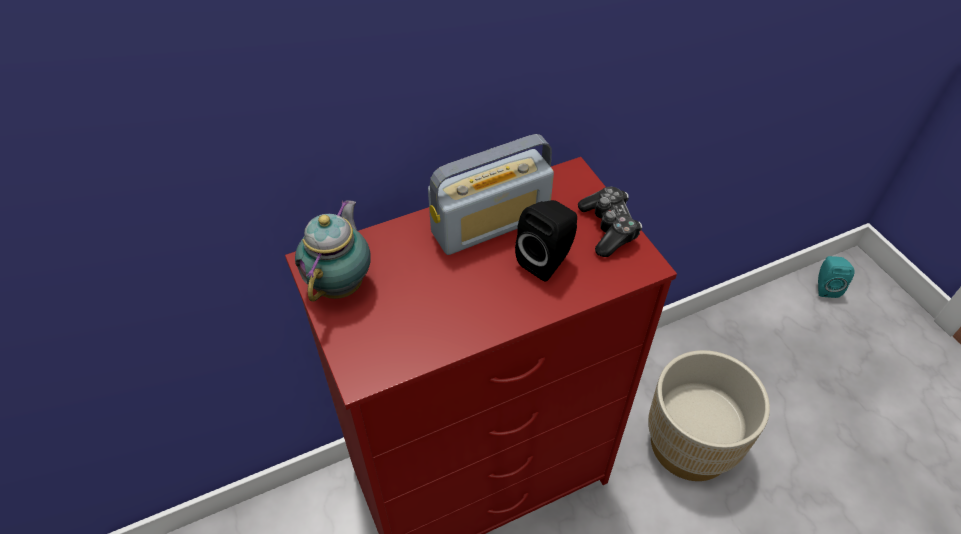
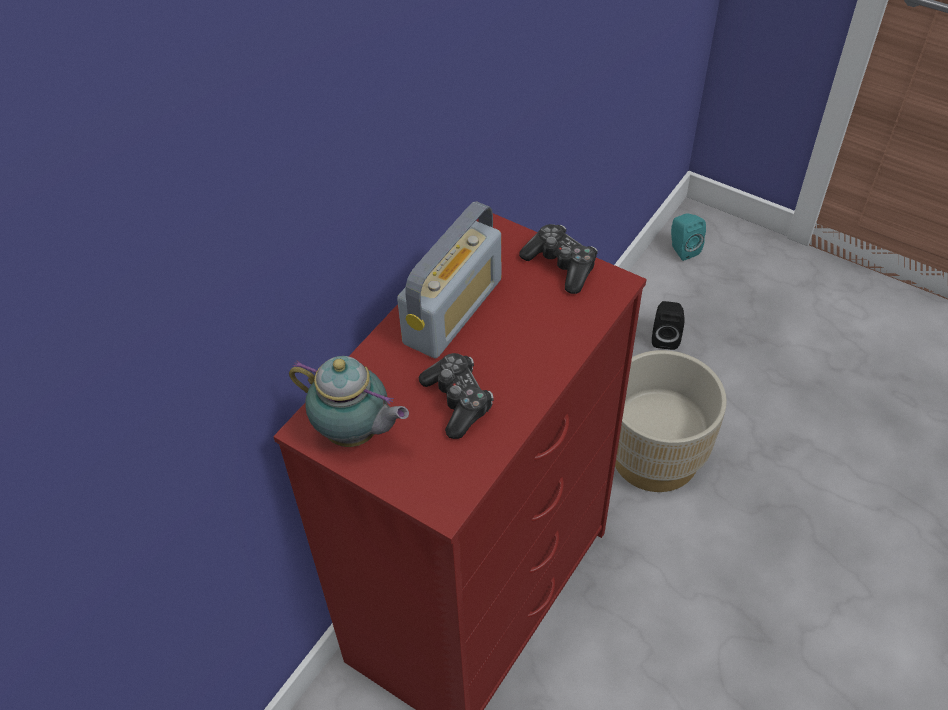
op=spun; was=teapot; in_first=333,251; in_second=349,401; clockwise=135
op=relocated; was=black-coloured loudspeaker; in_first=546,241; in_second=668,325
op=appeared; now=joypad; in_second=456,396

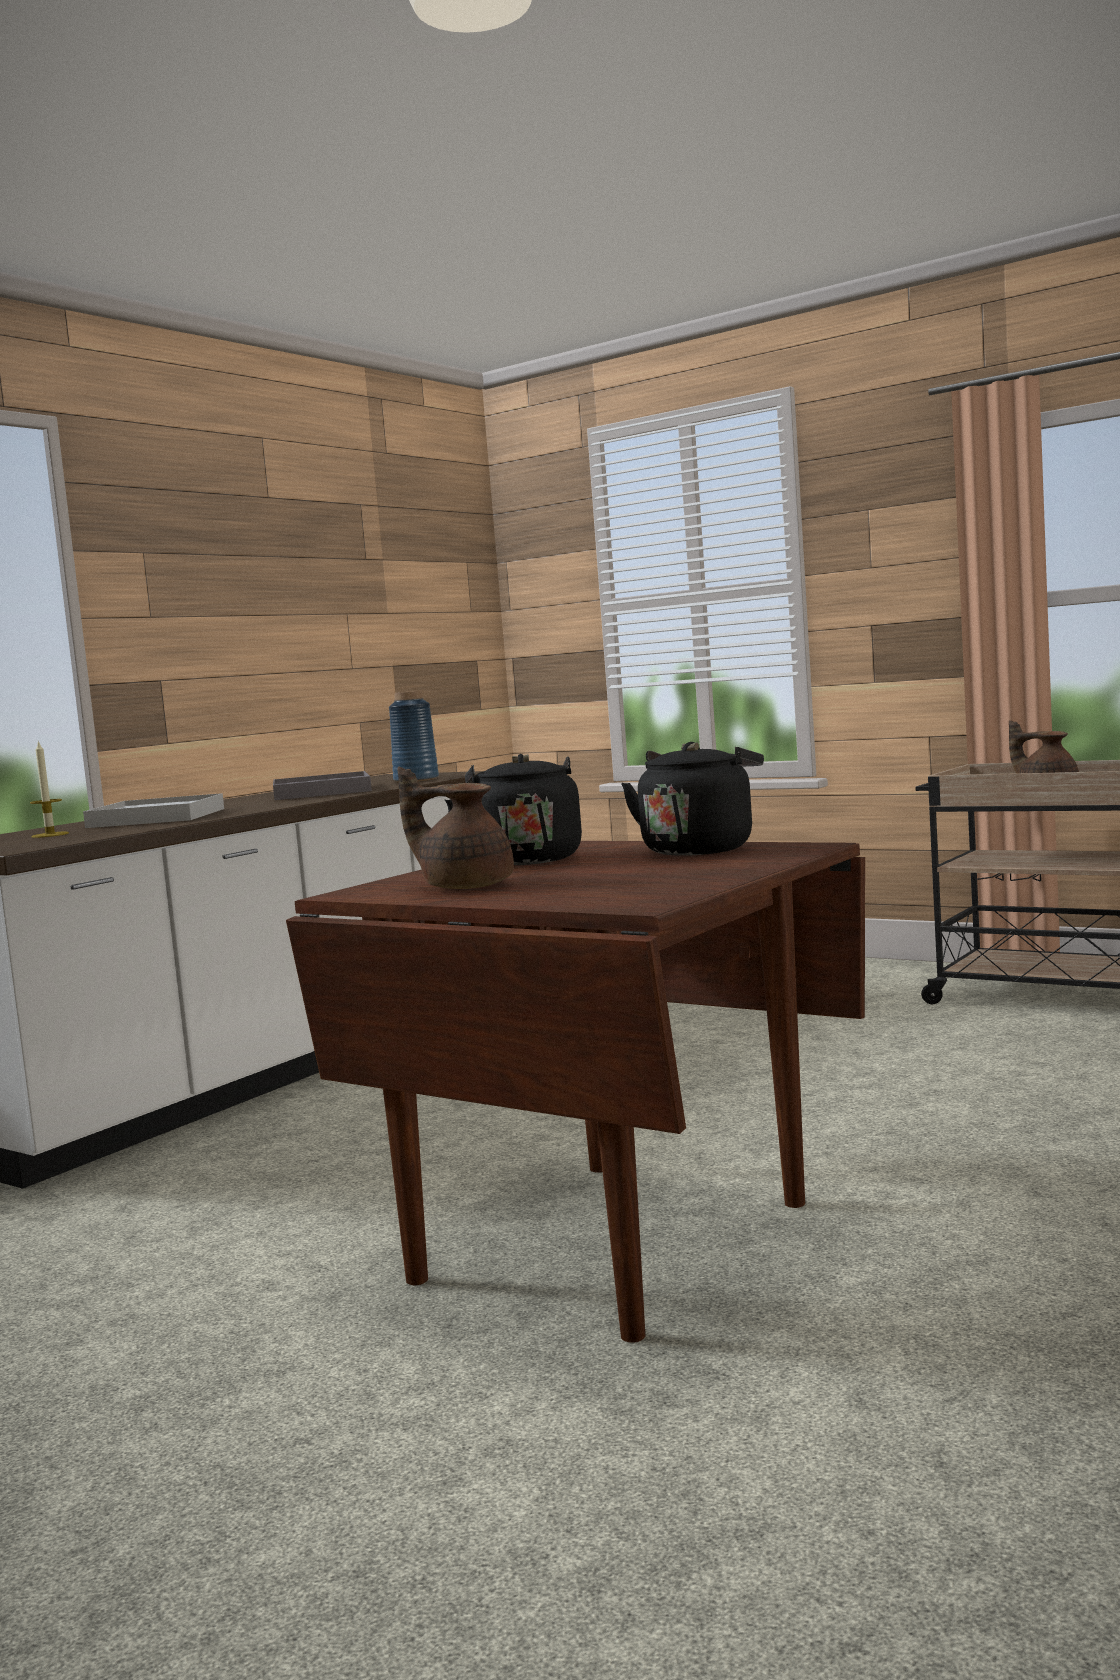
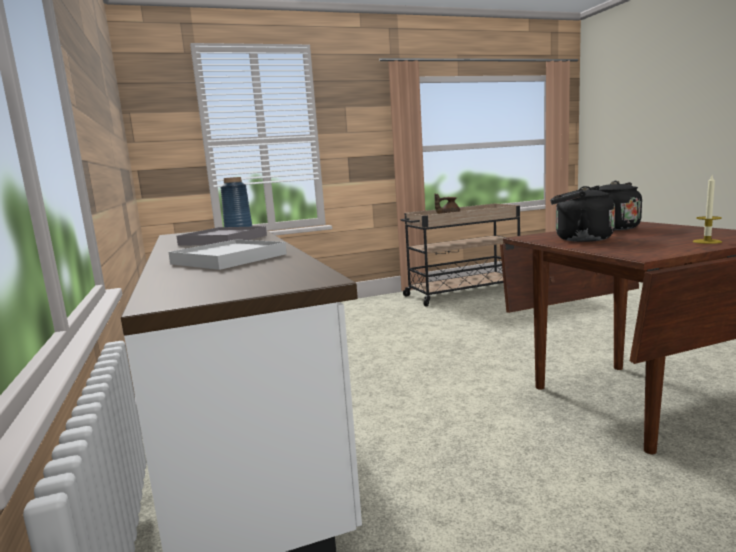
op=relocated; was=wax candle; in_first=49,789; in_second=707,210
op=missing; was=brown-coloured teapot; in_first=455,828

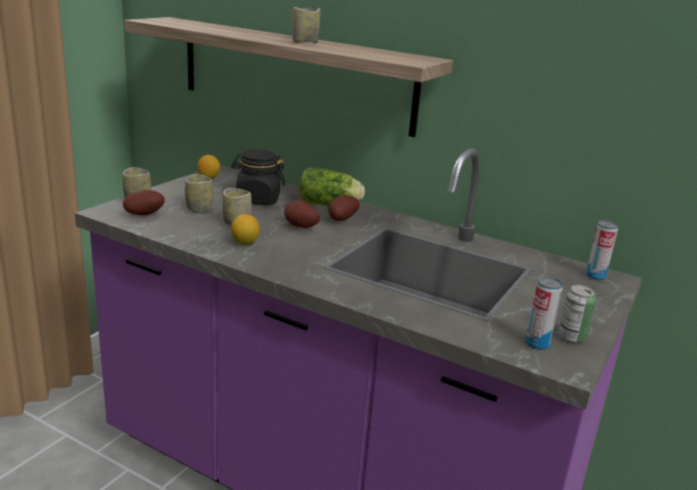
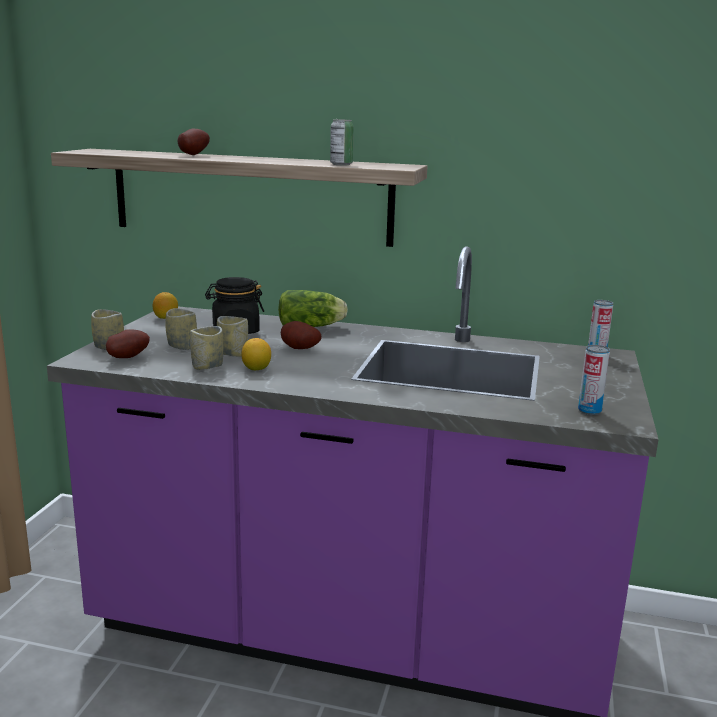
op=relocated; was=small cup; in_first=306,25; in_second=206,348
op=relocated; was=whole potato; in_first=344,208; in_second=194,141
op=relocated; was=metal can; in_first=577,314; in_second=342,142

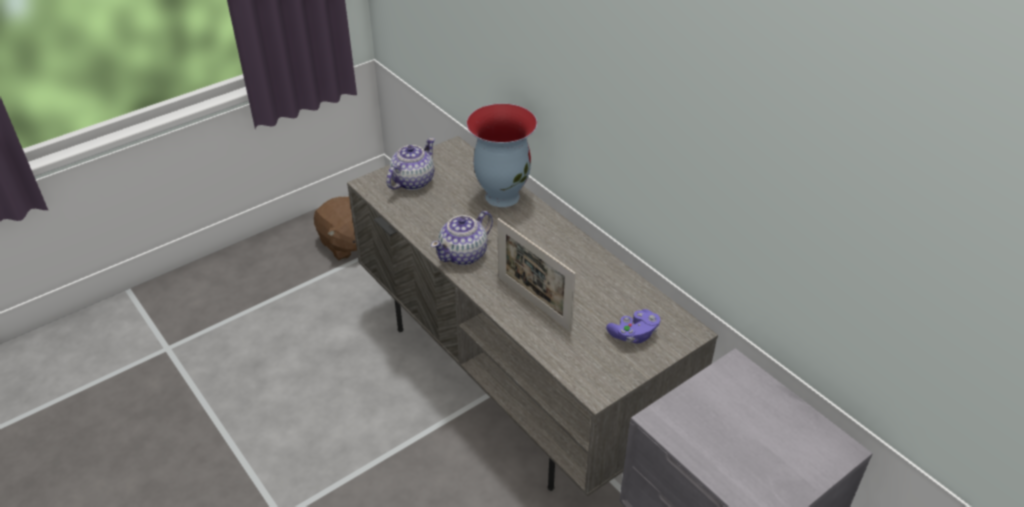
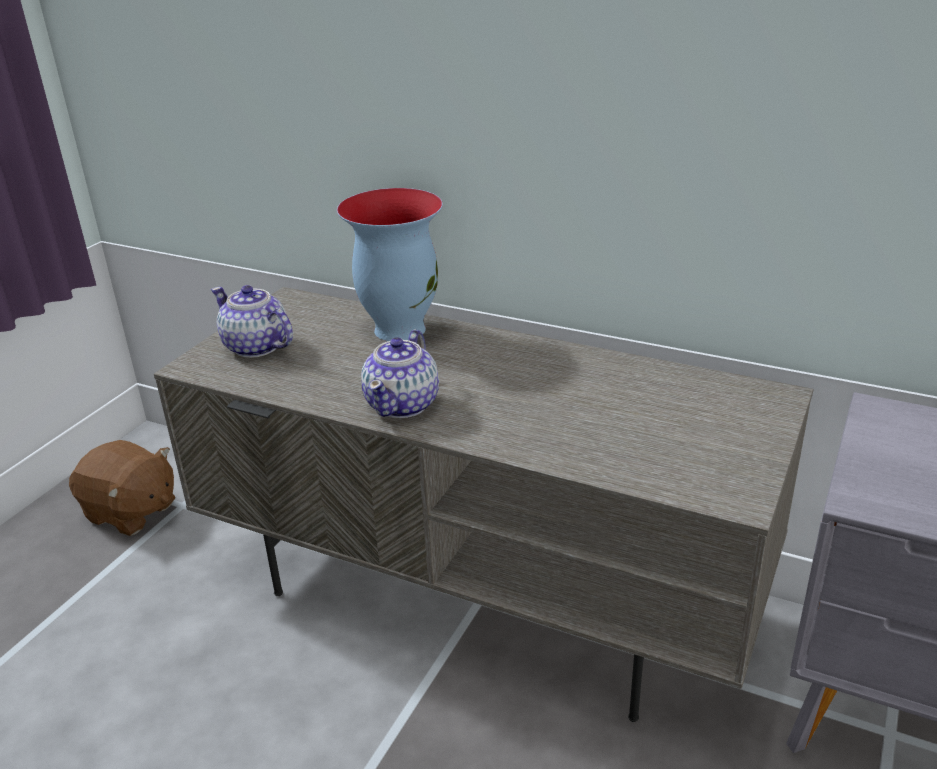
op=spun; was=teapot; in_first=410,164; in_second=252,321; clockwise=-60
op=missing; was=standing frame; in_first=536,275
op=missing; was=purplish joypad; in_first=633,326

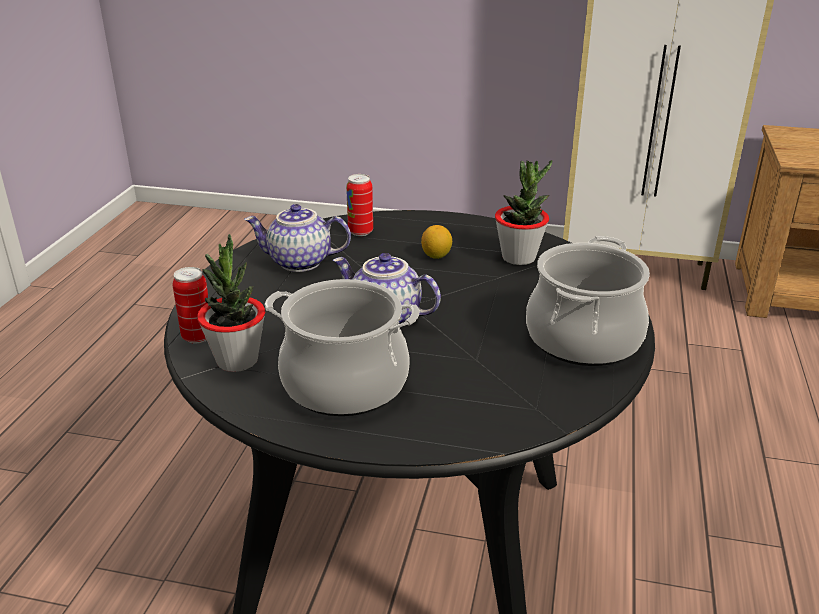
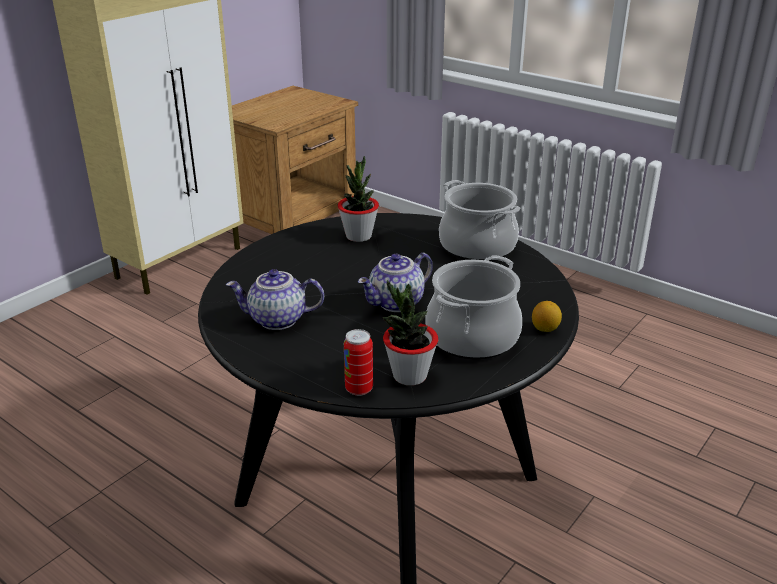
op=spun; was=teapot; in_first=297,238; in_second=275,299; clockwise=60
op=missing; was=metal can; in_first=359,205
op=relocated; was=lemon; in_first=436,242; in_second=547,316

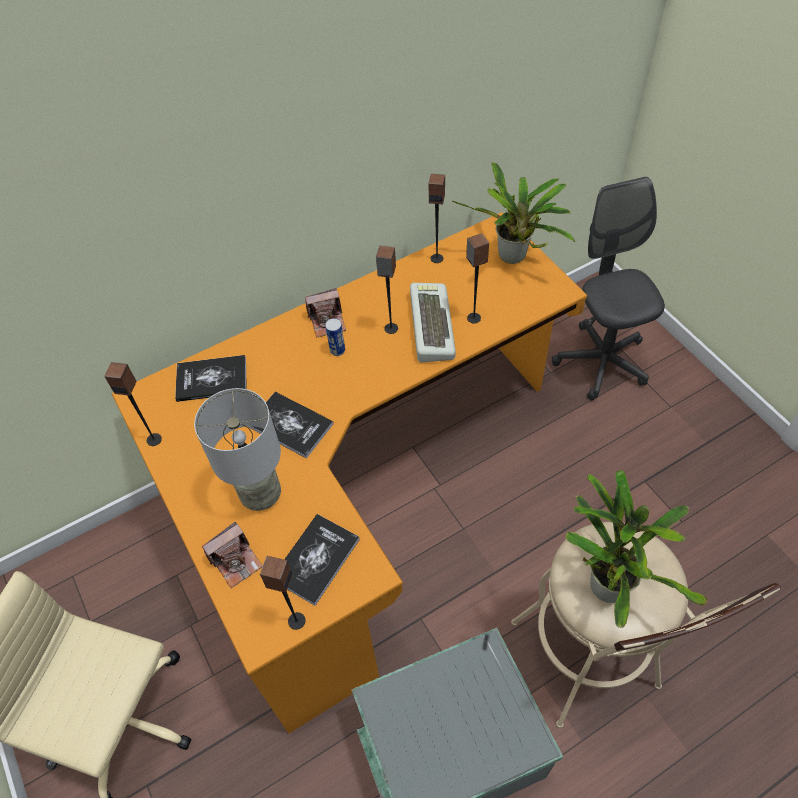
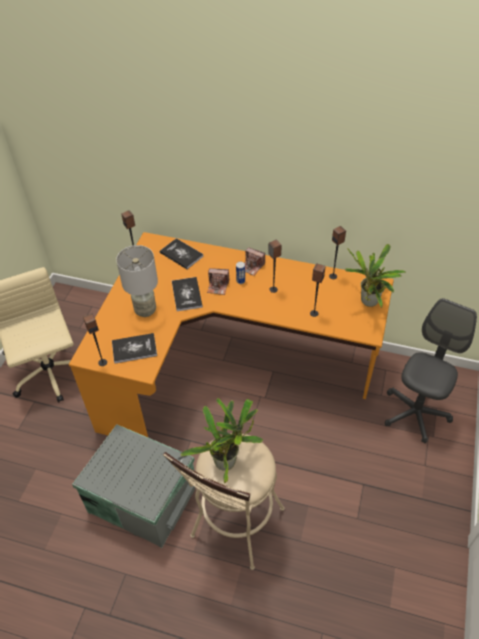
op=relocated; was=still camera; in_first=232,555; in_second=218,281
op=missing; was=PC keyboard; in_first=433,322

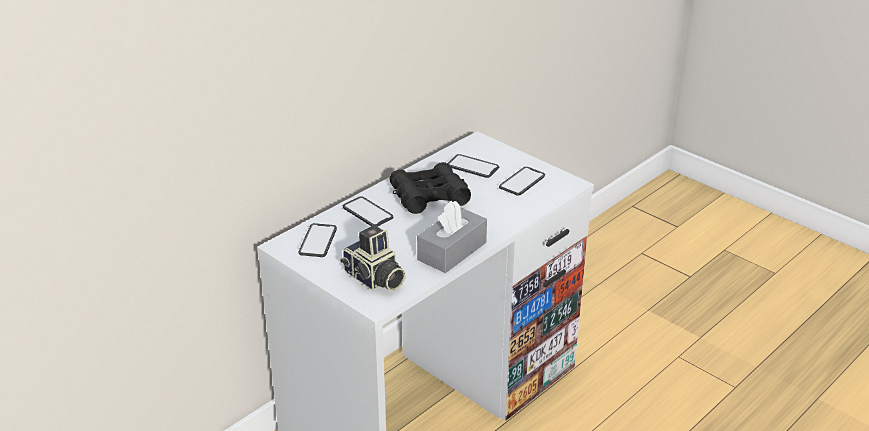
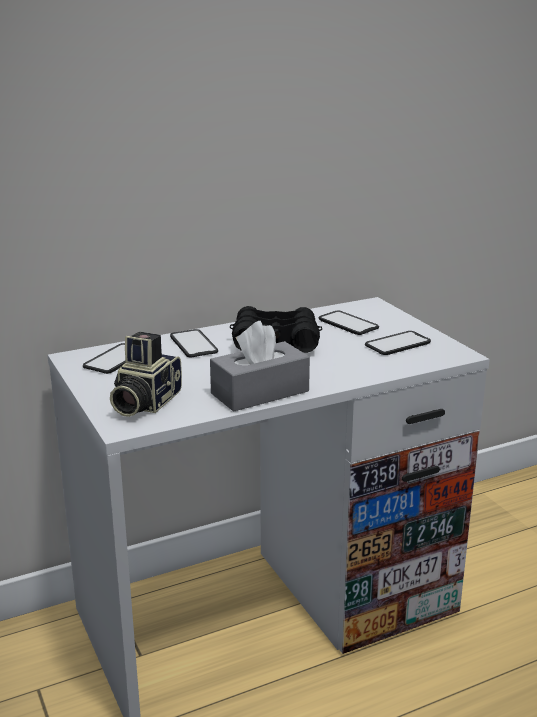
op=spun; was=still camera; in_first=373,258; in_second=146,374; clockwise=45

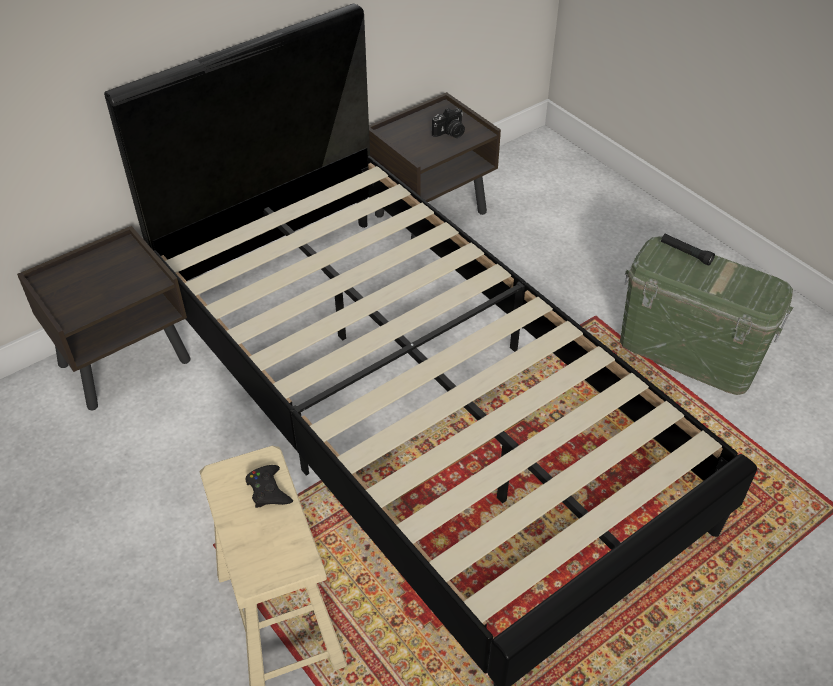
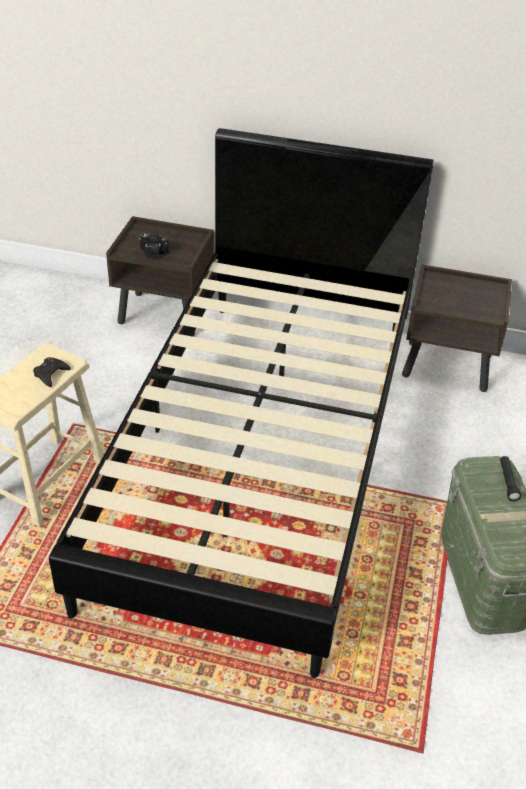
op=relocated; was=still camera; in_first=448,123; in_second=154,246

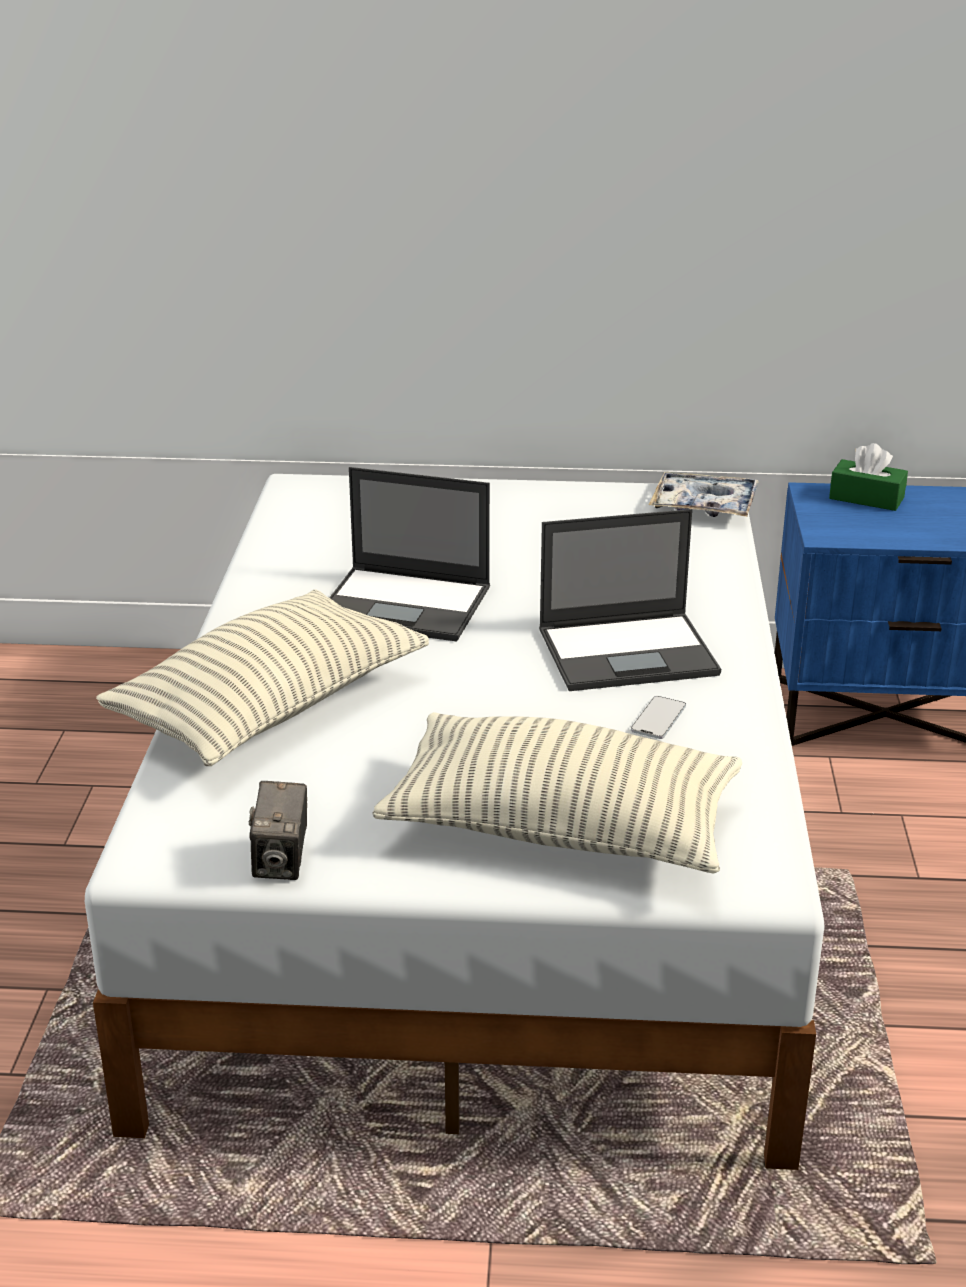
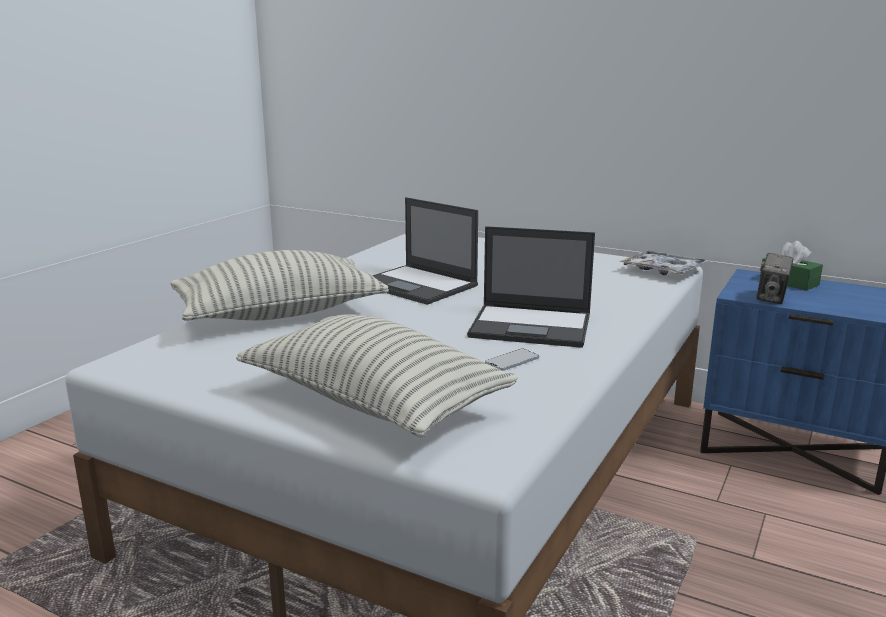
op=relocated; was=still camera; in_first=278,830; in_second=775,278

